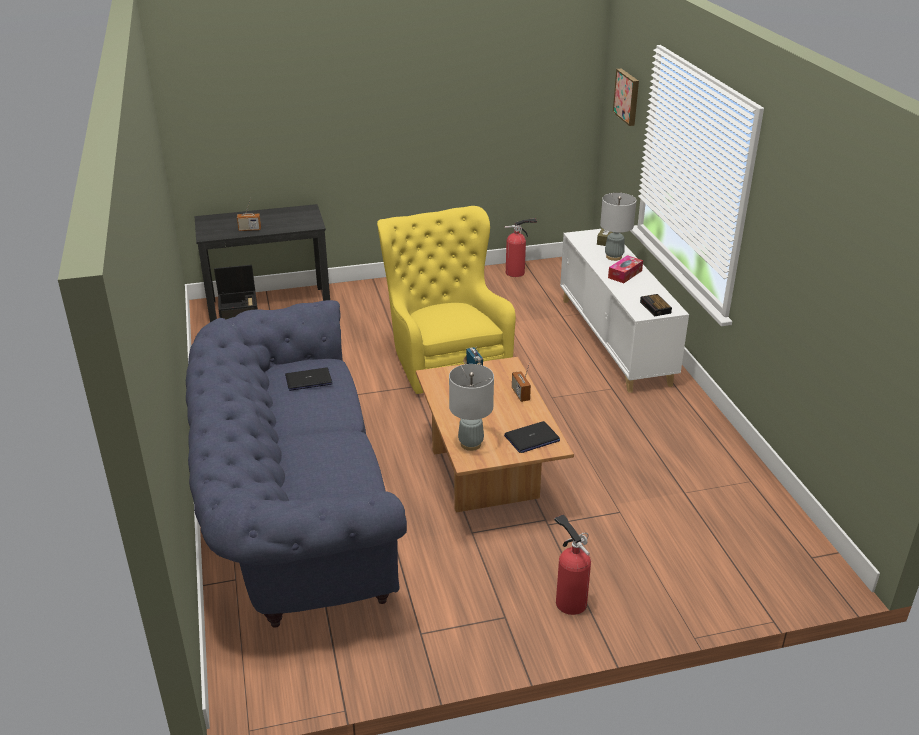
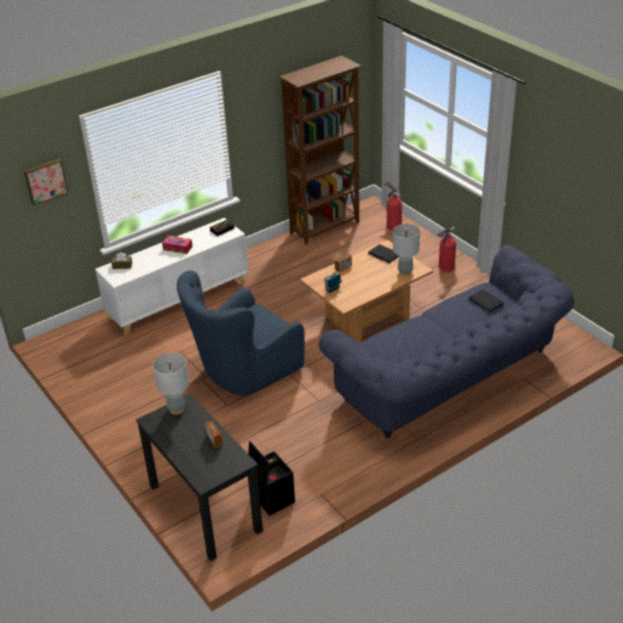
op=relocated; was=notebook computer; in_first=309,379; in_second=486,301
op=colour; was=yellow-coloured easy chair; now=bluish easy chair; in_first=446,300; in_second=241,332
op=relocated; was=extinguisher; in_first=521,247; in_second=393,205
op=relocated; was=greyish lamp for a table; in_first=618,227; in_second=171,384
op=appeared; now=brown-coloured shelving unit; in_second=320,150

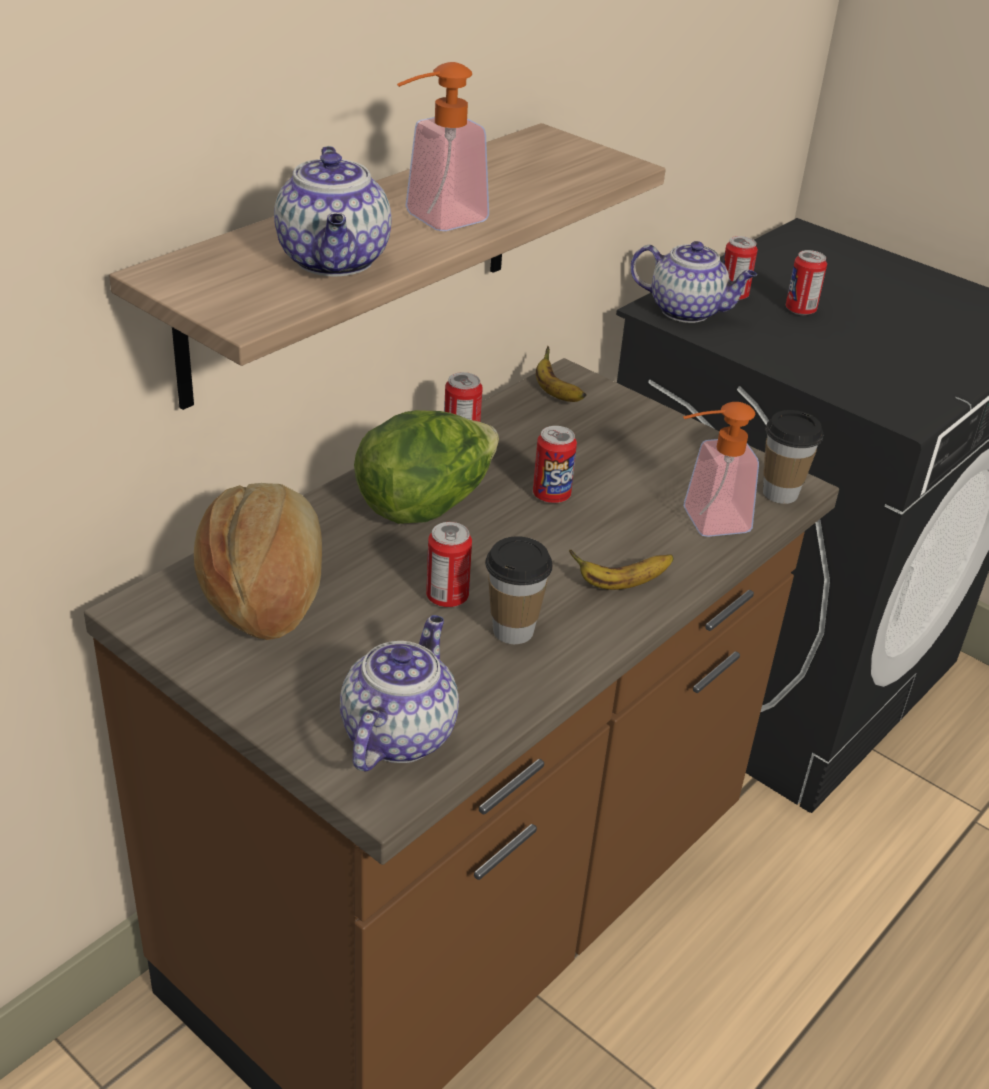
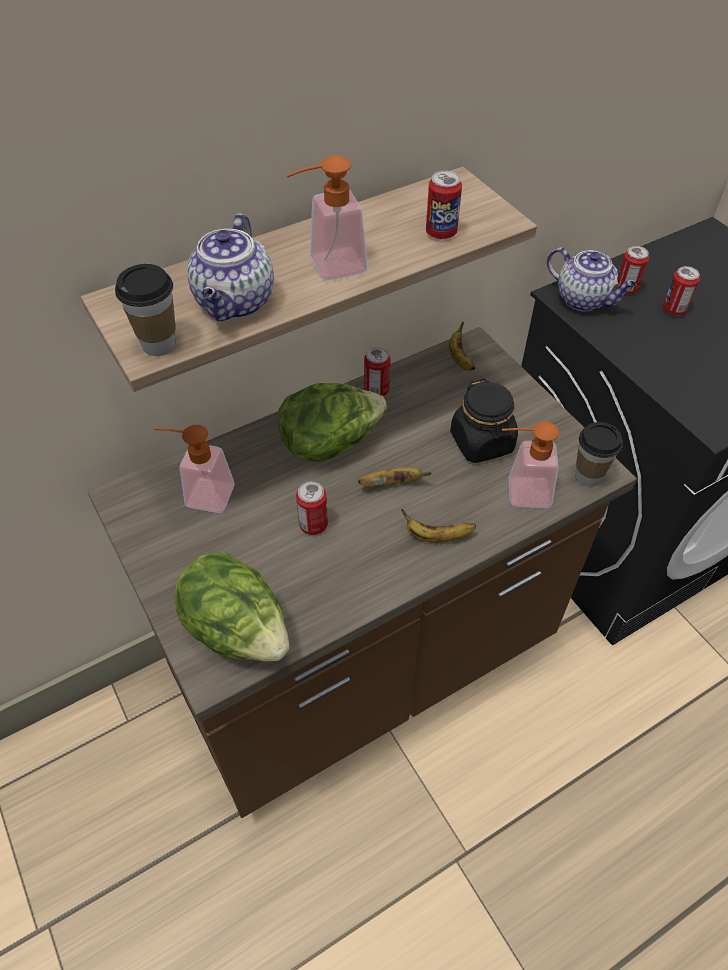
op=exchanged; was=baked bread; now=liquid soap bottle; in_first=258,561; in_second=194,469
op=exchanged; was=teapot; now=lettuce; in_first=399,693; in_second=231,606
op=relocated; was=small cup; in_first=519,590; in_second=145,310
op=relocated; was=metal can; in_first=555,464; in_second=444,205
op=appeared; now=banana fruit; in_second=394,477
op=appeared; now=black-coloured preserve jar; in_second=484,420

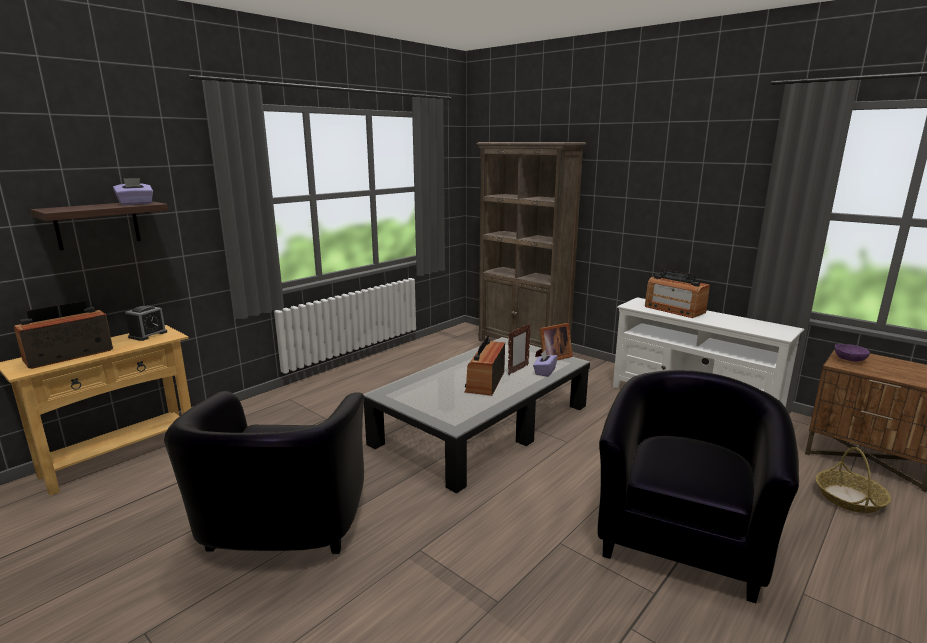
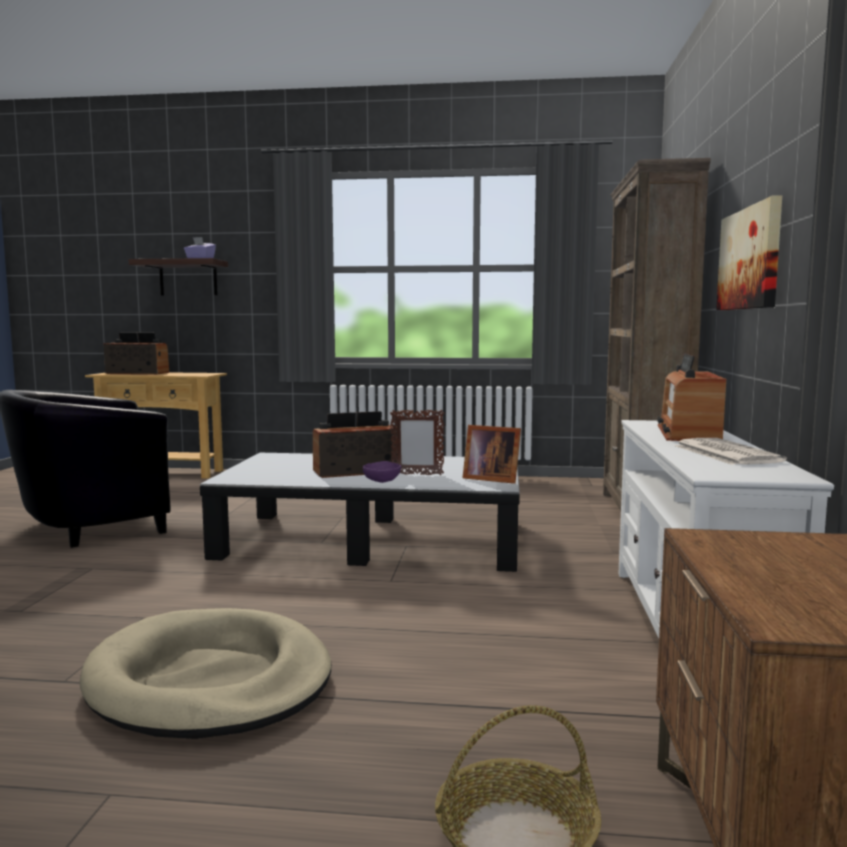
op=missing; was=table clock; in_first=146,323
op=missing; was=purplish box of tissues; in_first=545,363
op=exchanged; was=black-coloured easy chair; now=sand-coloured dog cushion; in_first=698,486; in_second=205,673
op=relocated; was=purplish serving bowl; in_first=852,353; in_second=382,472
op=appeared; now=daily paper; in_second=731,451
op=appeared; now=wall picture; in_second=749,252

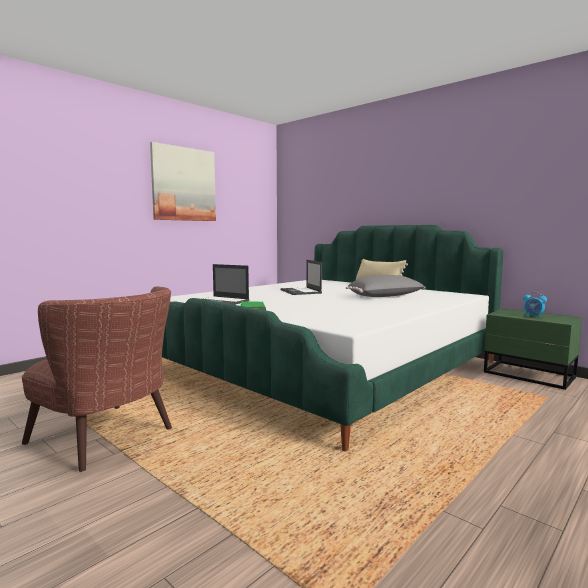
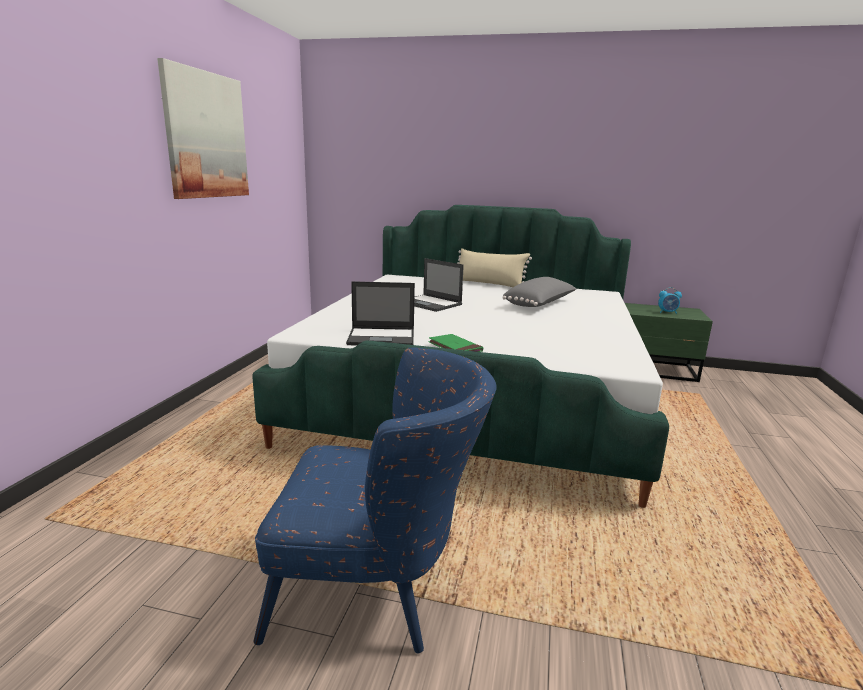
op=colour; was=brown-coloured easy chair; now=bluish easy chair; in_first=97,379; in_second=375,500

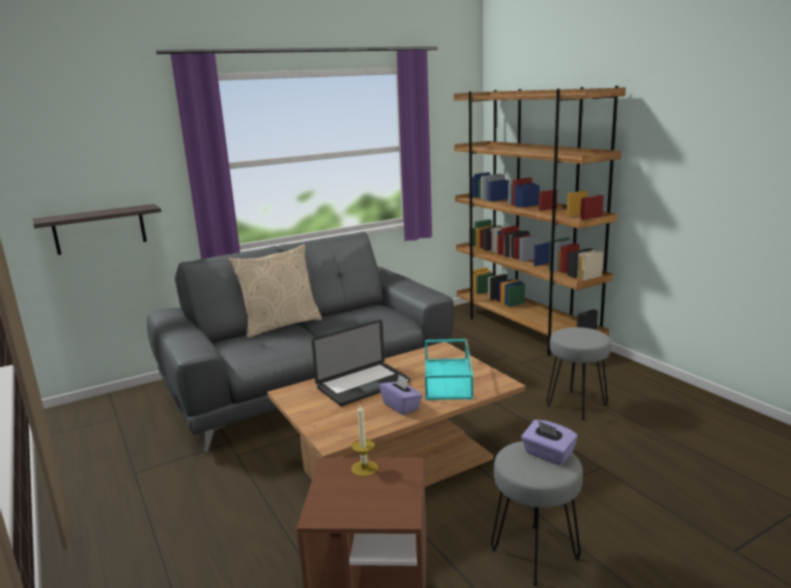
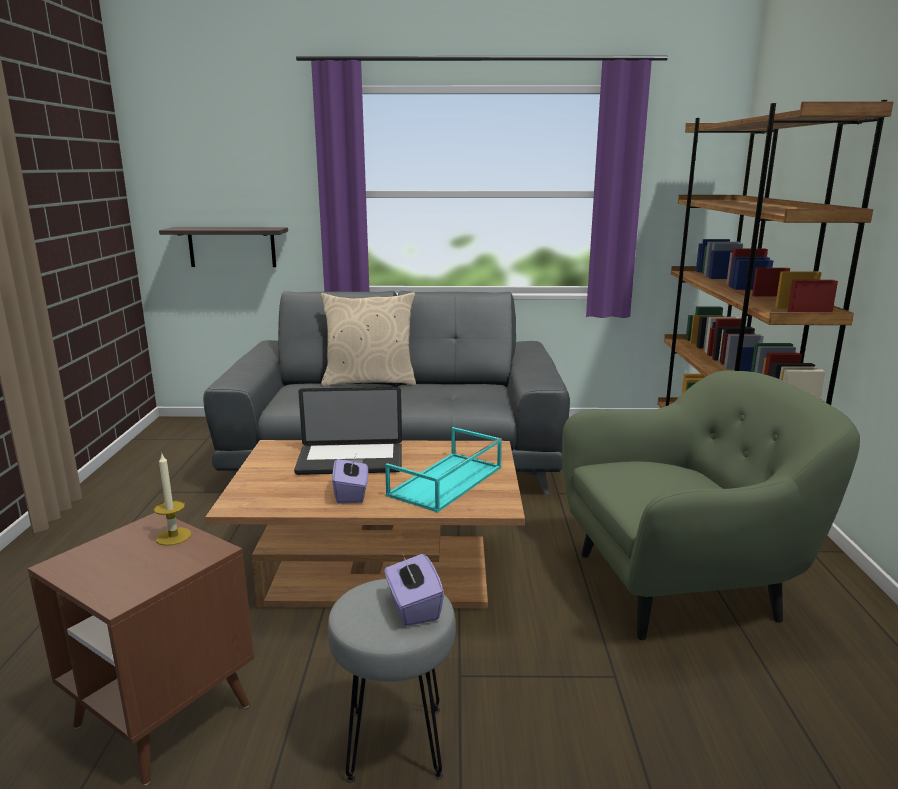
op=exchanged; was=greyish stool; now=greenish easy chair; in_first=578,374; in_second=711,505

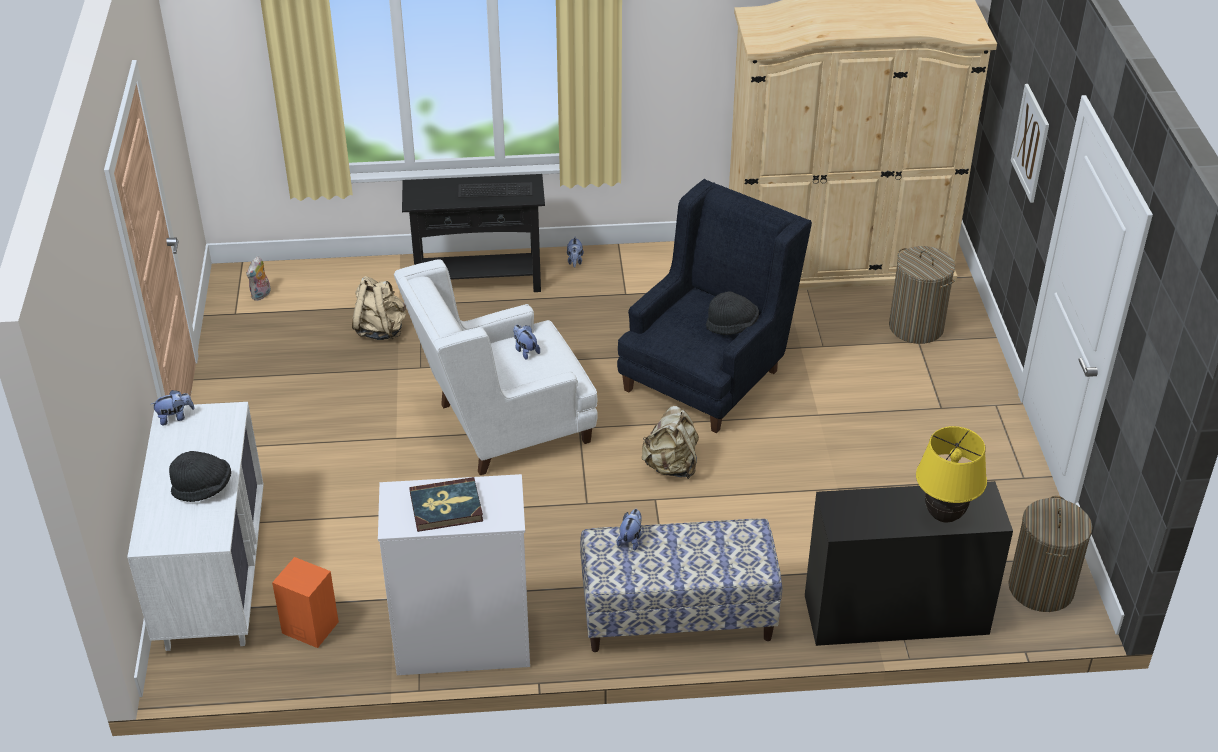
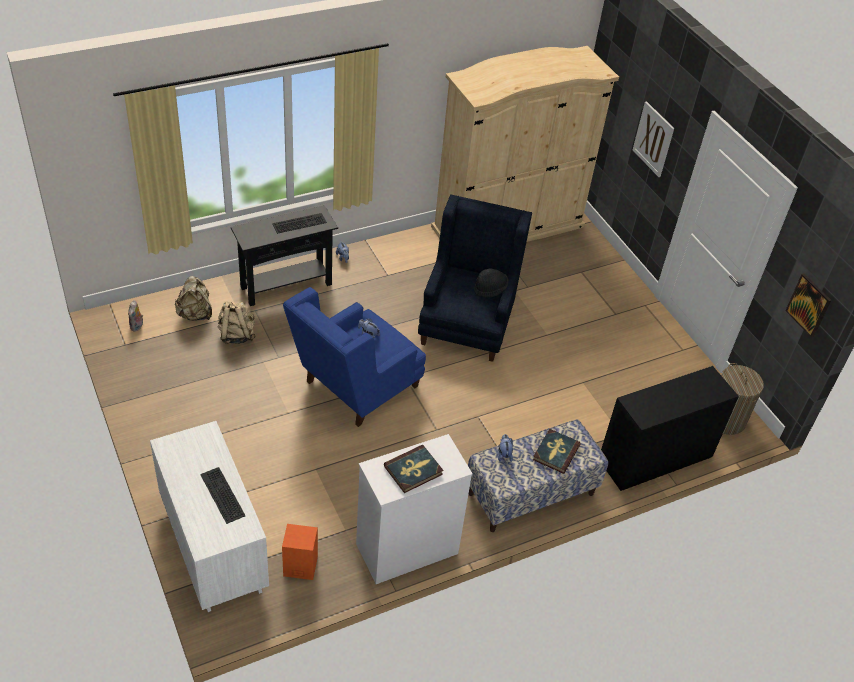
op=missing; was=plush toy; in_first=173,408
op=exchanged; was=black-coloured clothing hat; now=PC keyboard; in_first=200,476; in_second=223,495
op=colour; was=white easy chair; now=bluish easy chair; in_first=496,367; in_second=354,357
op=relocated; was=sand-coloured rucksack; in_first=670,442; in_second=193,298
op=missing; was=laundry basket; in_first=922,295
op=missing; was=yellow-coloured lamp for a table; in_first=951,474
op=appeared; now=bound book; in_second=556,451
op=appeared; now=wall picture; in_second=808,305

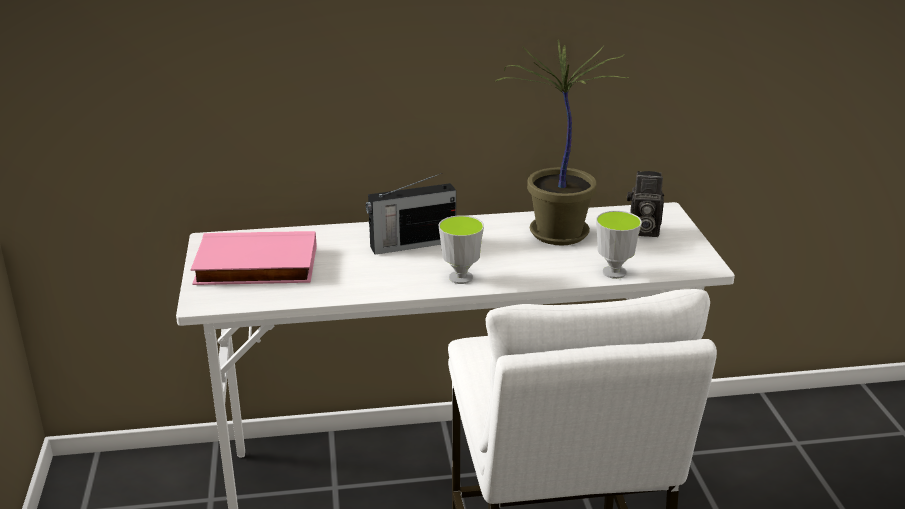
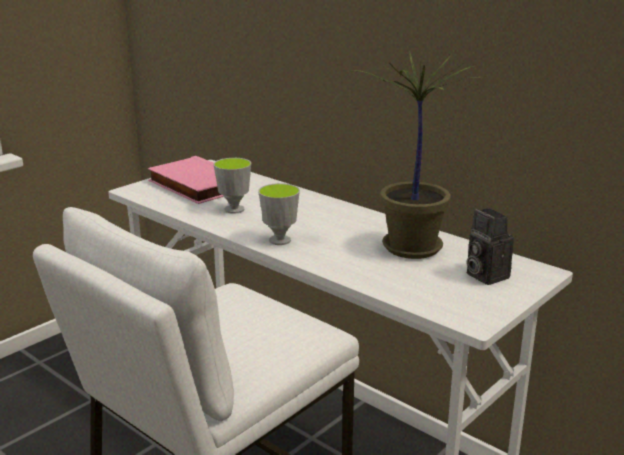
op=missing; was=radio; in_first=411,214
op=relocated; was=small cup; in_first=619,245; in_second=232,186

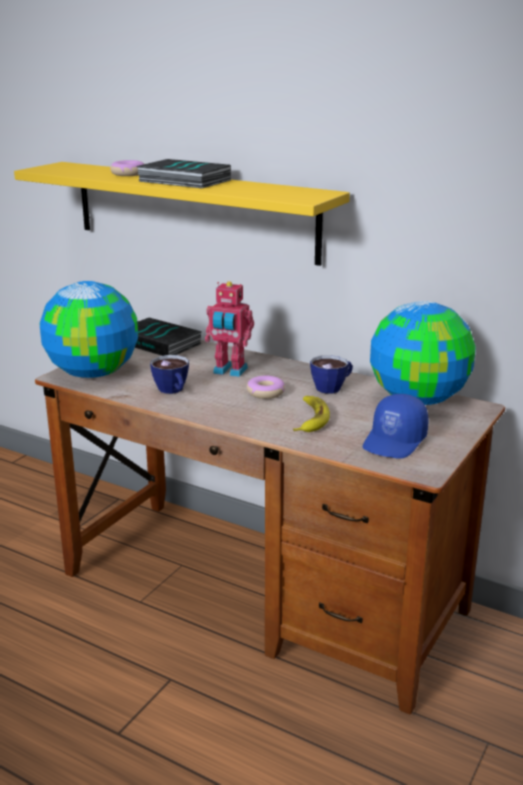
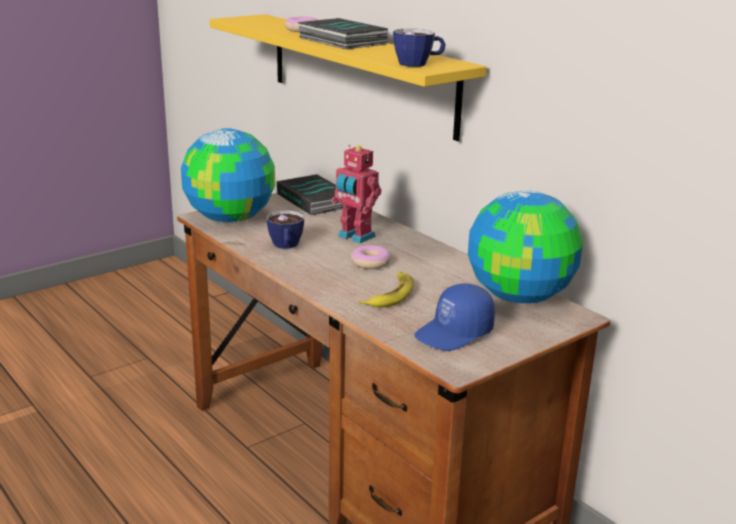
op=relocated; was=small cup; in_first=331,374; in_second=419,47

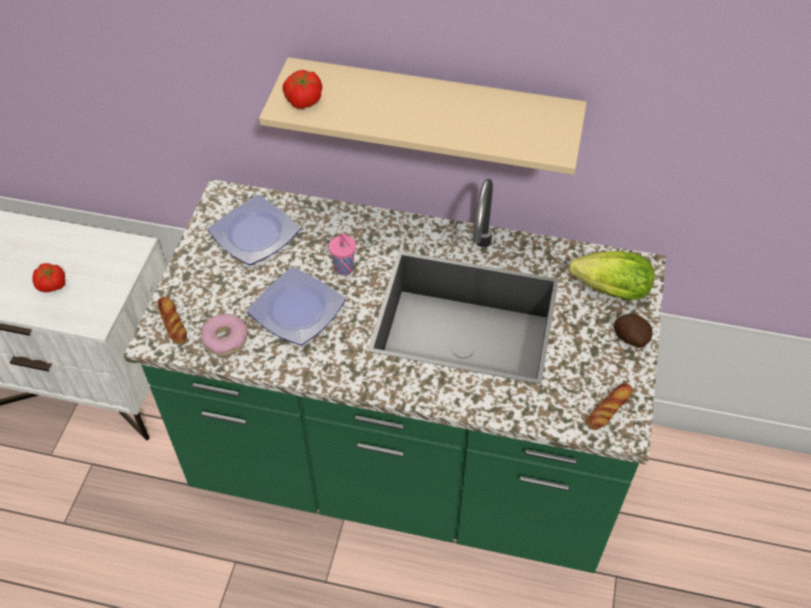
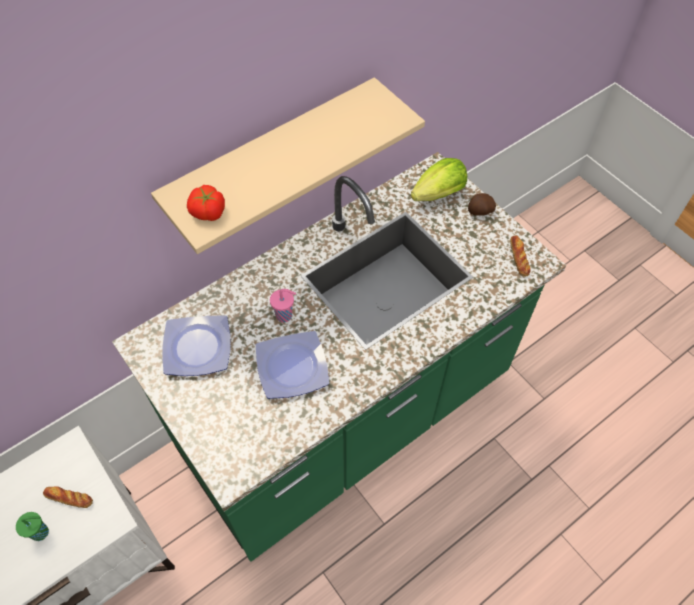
op=exchanged; was=whole tomato; now=greenish small cup; in_first=49,277; in_second=32,526
op=relocated; was=baked bread; in_first=172,320; in_second=68,497
op=missing; was=doughnut; in_first=224,335

